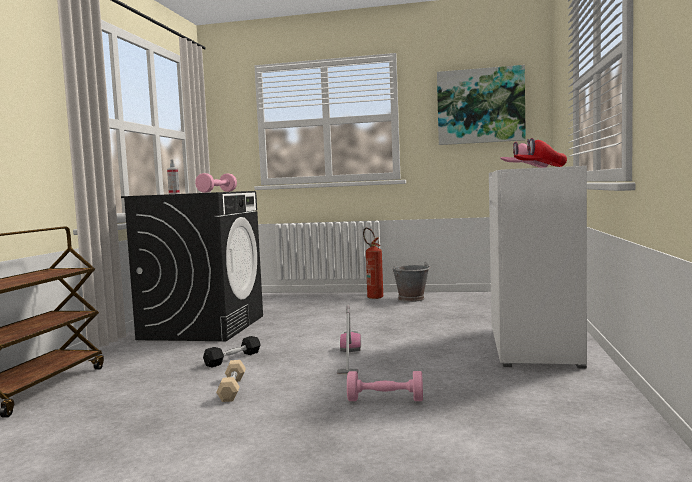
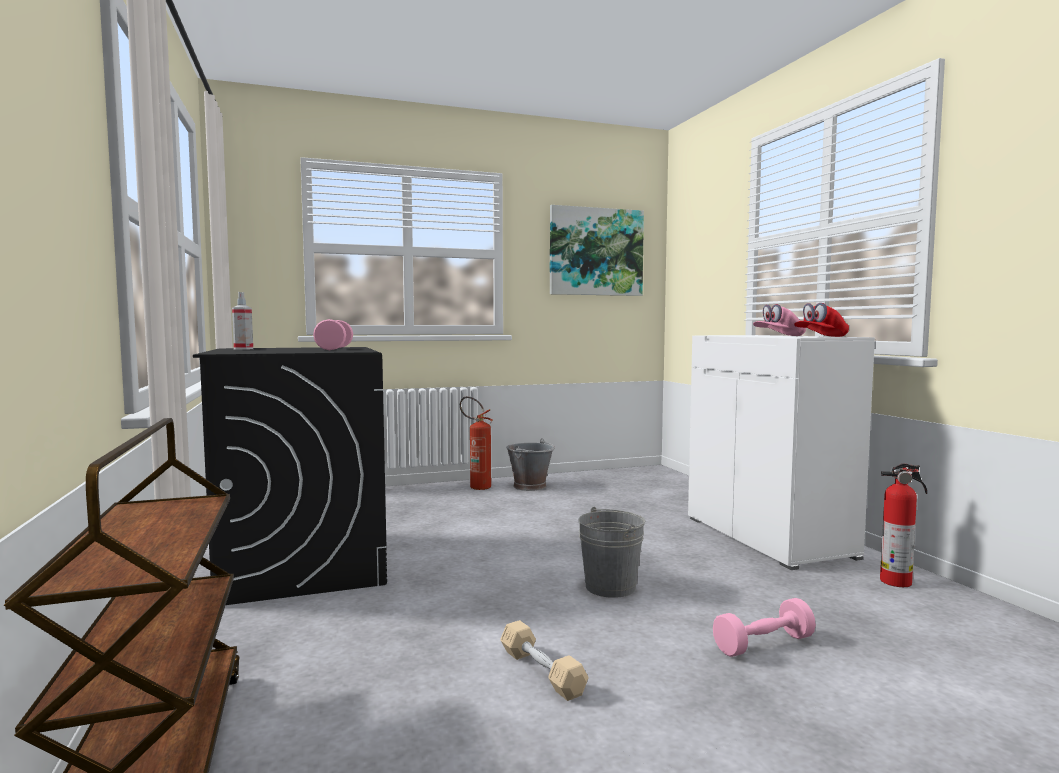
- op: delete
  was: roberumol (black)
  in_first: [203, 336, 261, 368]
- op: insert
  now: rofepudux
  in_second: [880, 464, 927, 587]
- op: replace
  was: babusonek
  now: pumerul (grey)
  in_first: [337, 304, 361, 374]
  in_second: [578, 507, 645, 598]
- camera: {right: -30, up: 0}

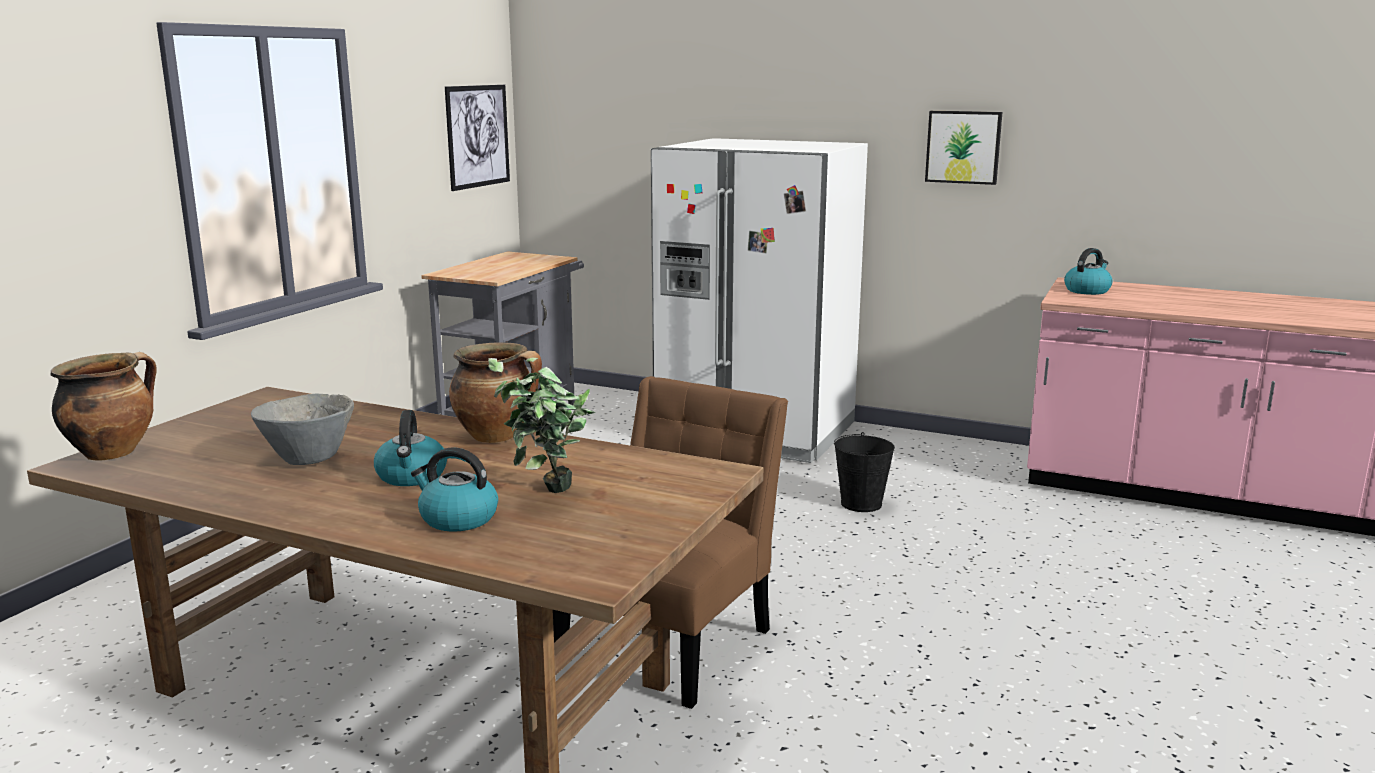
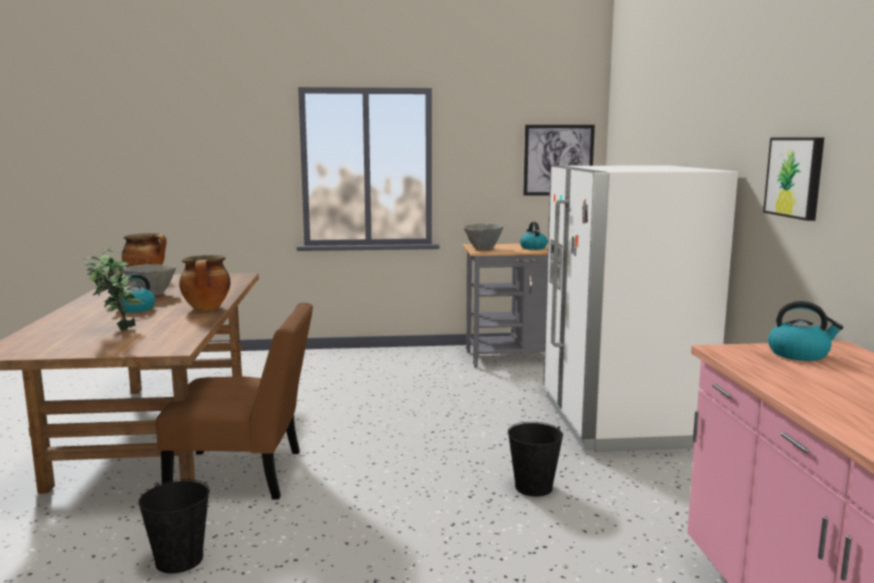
- op: insert
  now: pumerul (black)
  in_second: [138, 479, 210, 573]
- op: insert
  now: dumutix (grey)
  in_second: [463, 223, 503, 250]
- op: move
  was: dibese
  in_first: [411, 447, 498, 532]
  in_second: [520, 222, 548, 250]
- camera: {right: 60, up: -5}

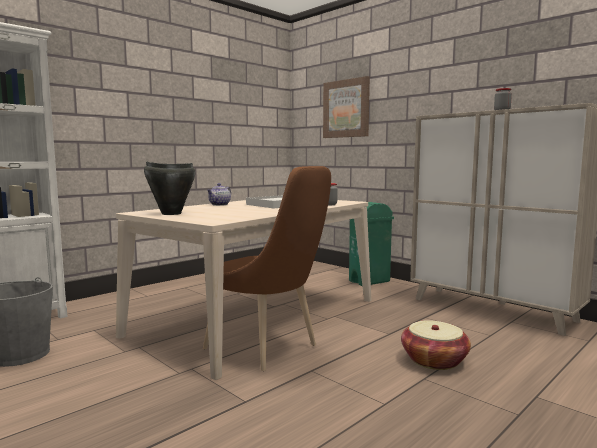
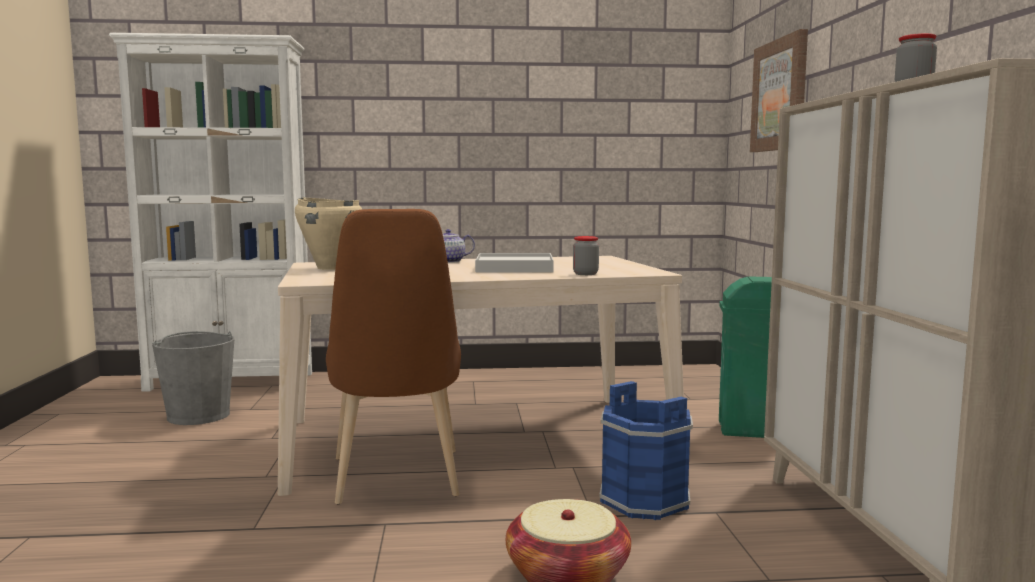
- op: insert
  now: pumerul (blue)
  in_second: [599, 381, 693, 520]
- op: recolor
  was: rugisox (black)
  now: rugisox (beige)
  in_first: [144, 162, 195, 215]
  in_second: [295, 197, 362, 270]
- camera: {right: 40, up: 0}

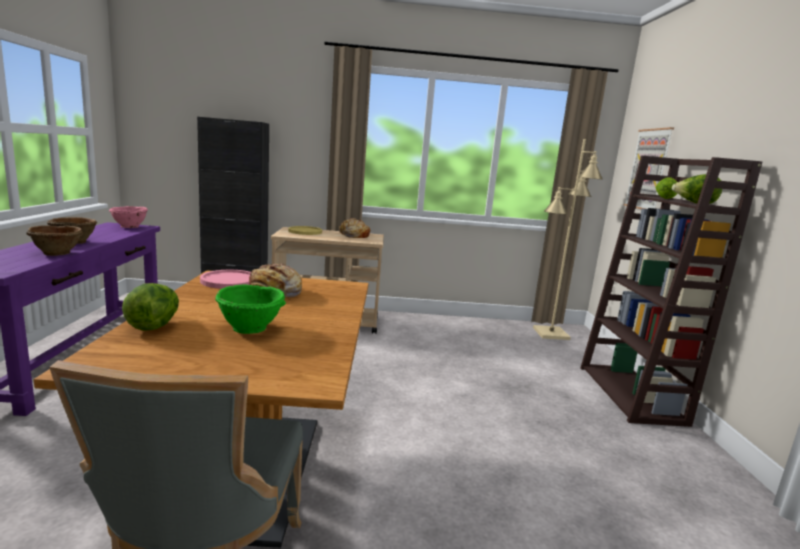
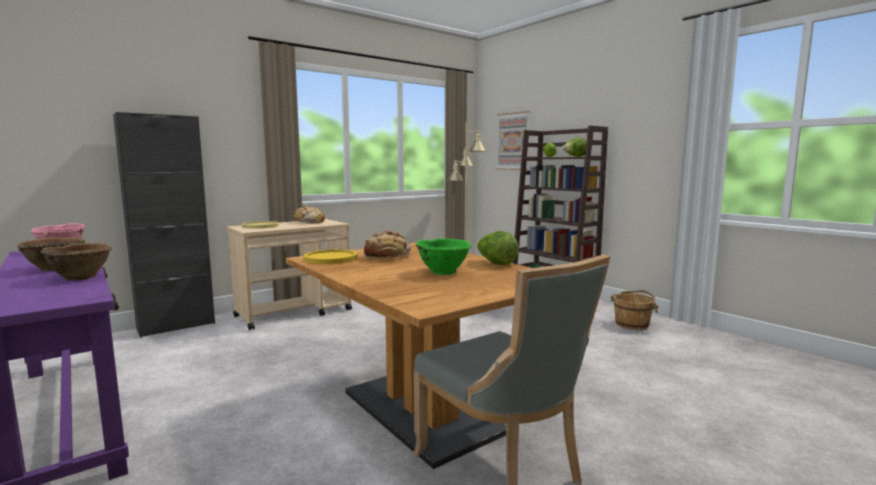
- op: insert
  now: pumerul (brown)
  in_second: [610, 290, 659, 330]
- op: move
  was: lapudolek
  in_first: [122, 283, 179, 331]
  in_second: [476, 231, 519, 265]
- op: recolor
  was: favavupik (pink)
  now: favavupik (yellow)
  in_first: [200, 270, 251, 289]
  in_second: [304, 250, 357, 264]
- camera: {right: -35, up: -5}

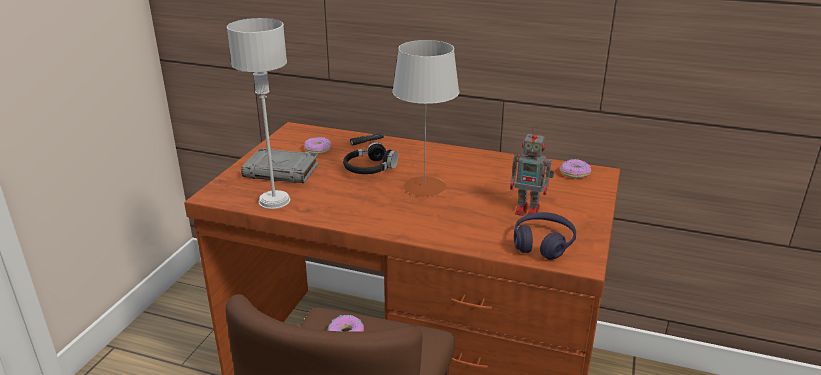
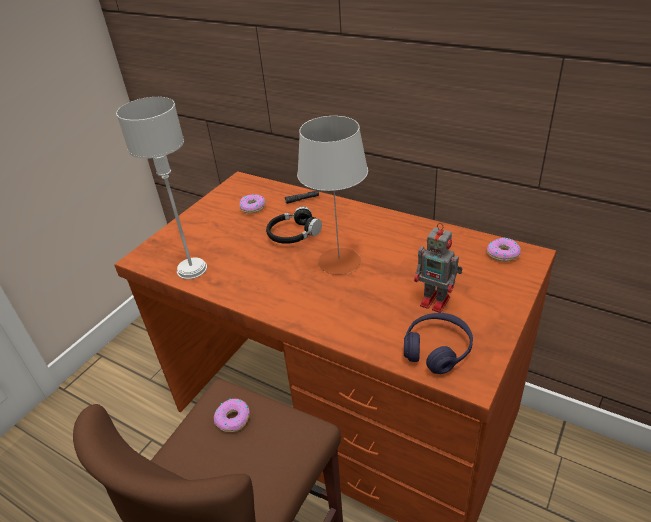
- op: delete
  was: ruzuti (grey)
  in_first: [241, 148, 319, 183]
- camera: {right: 15, up: 10}

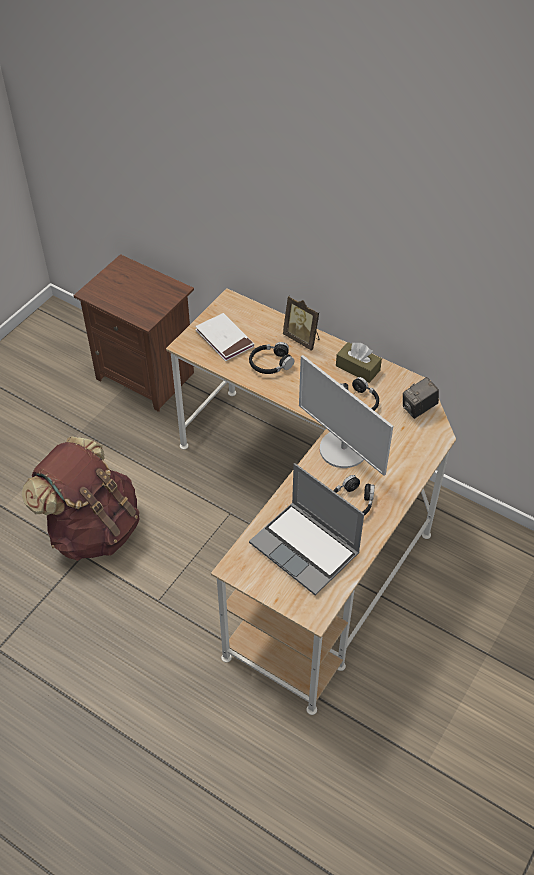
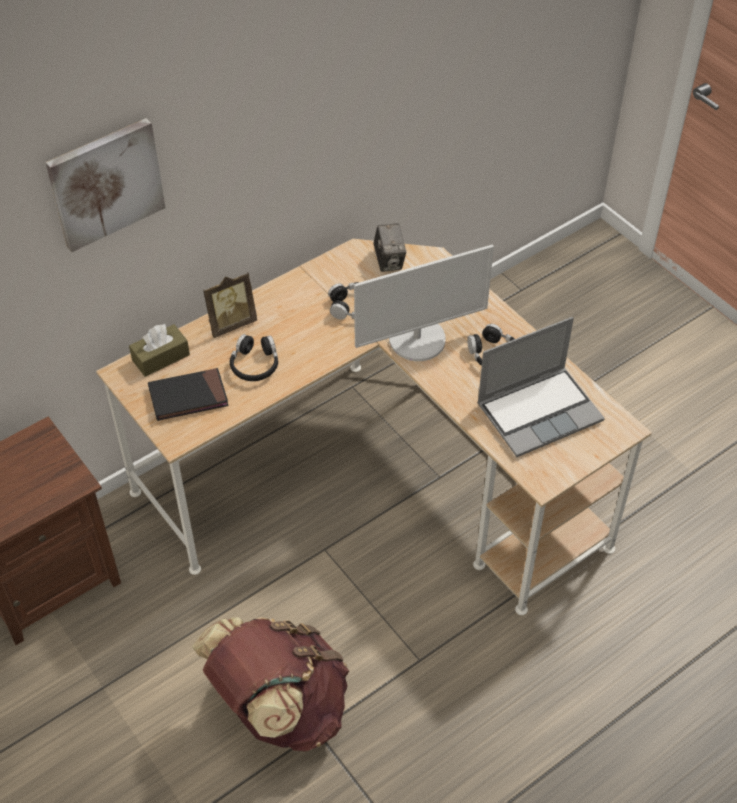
- op: insert
  now: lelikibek
  in_second: [46, 118, 166, 252]
- op: move
  was: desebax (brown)
  in_first: [336, 342, 382, 383]
  in_second: [129, 324, 190, 377]
- op: recolor
  was: ruzuti (white)
  now: ruzuti (black)
  in_first: [195, 313, 254, 361]
  in_second: [148, 368, 228, 421]
- camera: {right: -70, up: 0}

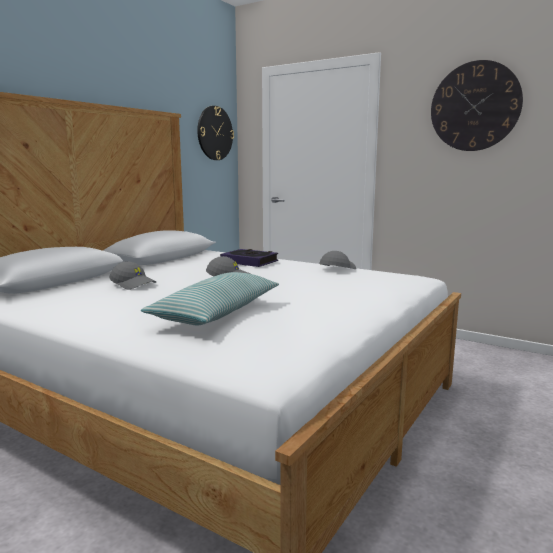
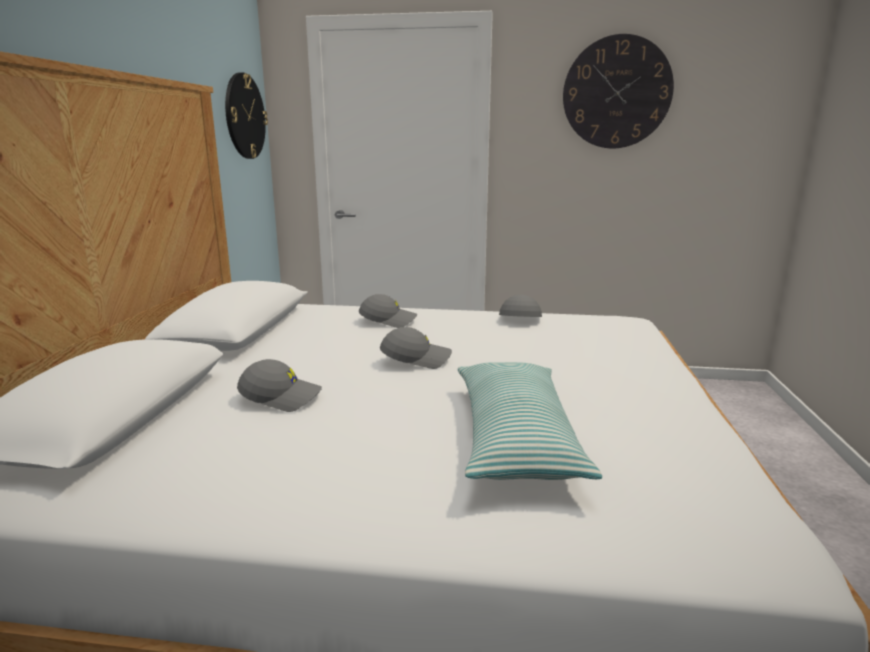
- op: replace
  was: ruzuti
  now: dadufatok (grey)
  in_first: [220, 249, 278, 267]
  in_second: [359, 294, 417, 328]
- camera: {right: -25, up: 5}

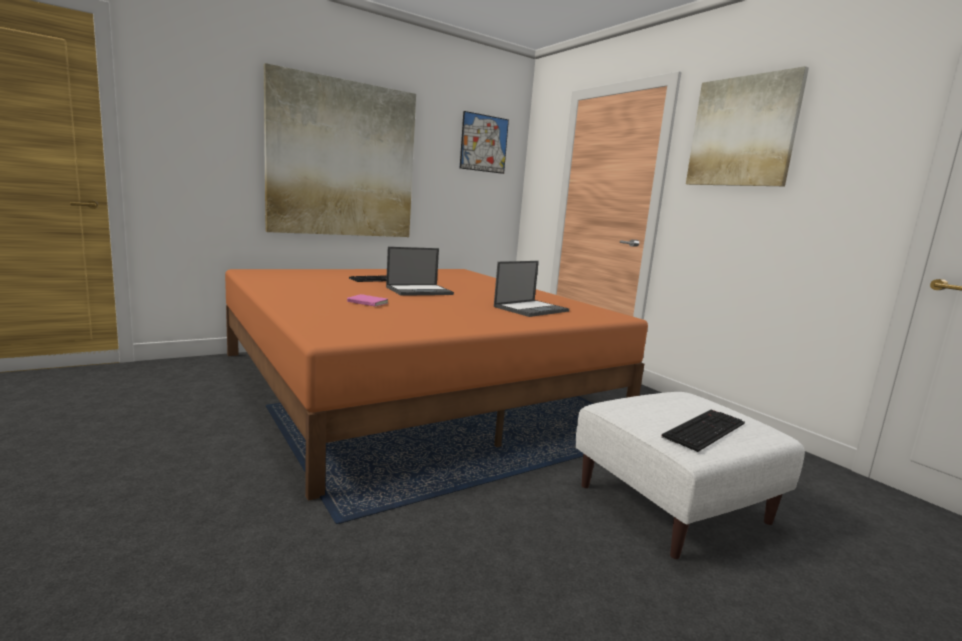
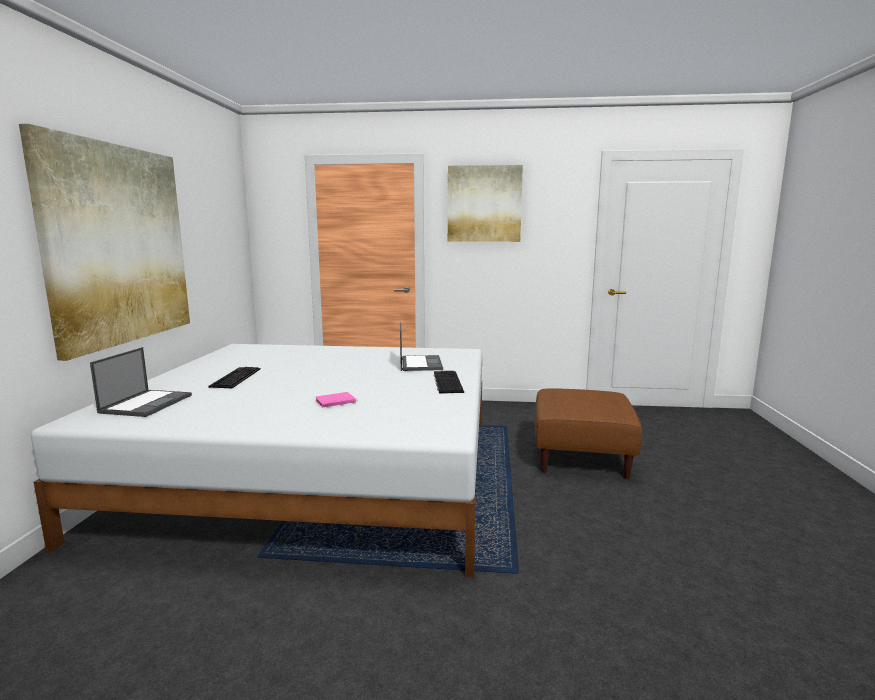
- op: delete
  was: lelikibek
  in_first: [460, 111, 509, 174]
- op: move
  was: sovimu
  in_first: [386, 247, 454, 296]
  in_second: [90, 347, 192, 417]
- op: move
  was: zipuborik
  in_first: [661, 410, 745, 452]
  in_second: [434, 371, 464, 394]
- op: recolor
  was: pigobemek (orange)
  now: pigobemek (white)
  in_first: [225, 269, 648, 501]
  in_second: [31, 344, 482, 578]
- op: recolor
  was: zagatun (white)
  now: zagatun (brown)
  in_first: [576, 392, 805, 559]
  in_second: [535, 388, 642, 479]
- camera: {right: -50, up: 0}

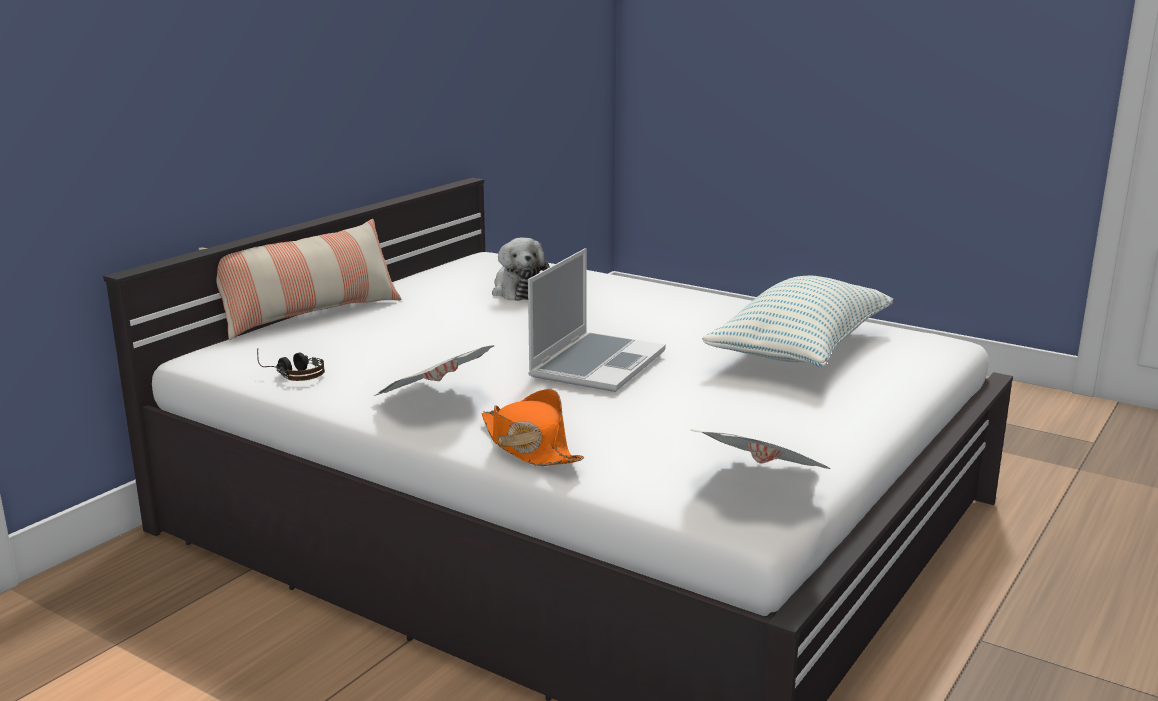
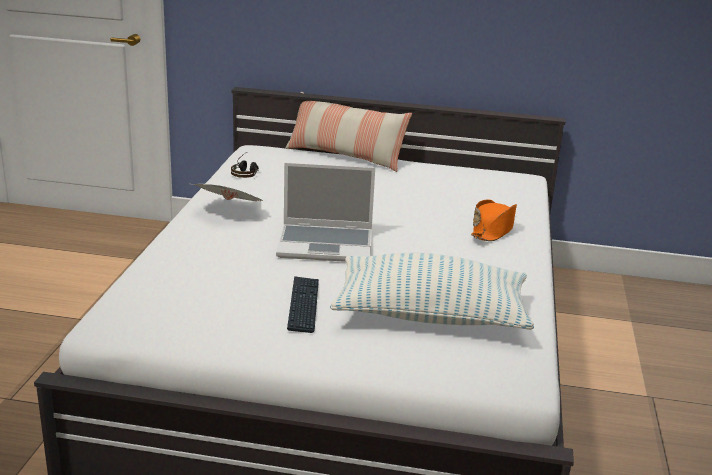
- op: delete
  was: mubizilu
  in_first: [492, 237, 550, 301]
- op: delete
  was: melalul
  in_first: [690, 429, 830, 470]
- op: insert
  now: zipuborik
  in_second: [287, 276, 319, 333]
- op: move
  was: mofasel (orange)
  in_first: [481, 389, 584, 466]
  in_second: [471, 199, 517, 241]
- camera: {right: 65, up: 5}

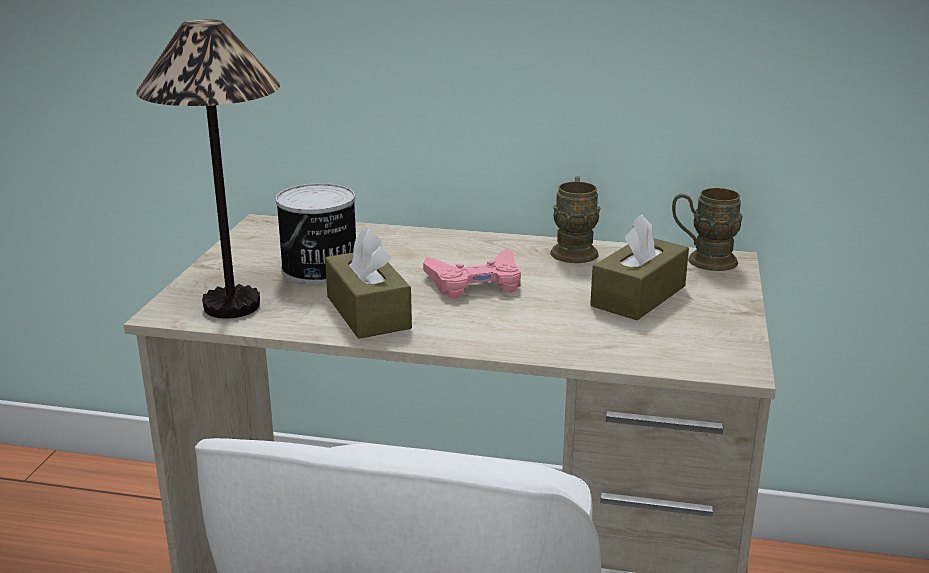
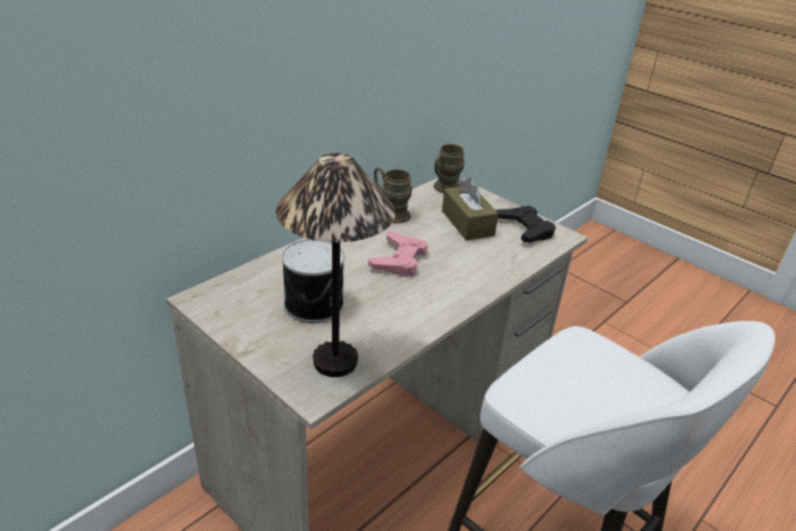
- op: delete
  was: desebax (brown)
  in_first: [325, 229, 412, 339]
- op: insert
  now: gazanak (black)
  in_second: [496, 205, 556, 243]
- camera: {right: -60, up: 10}

